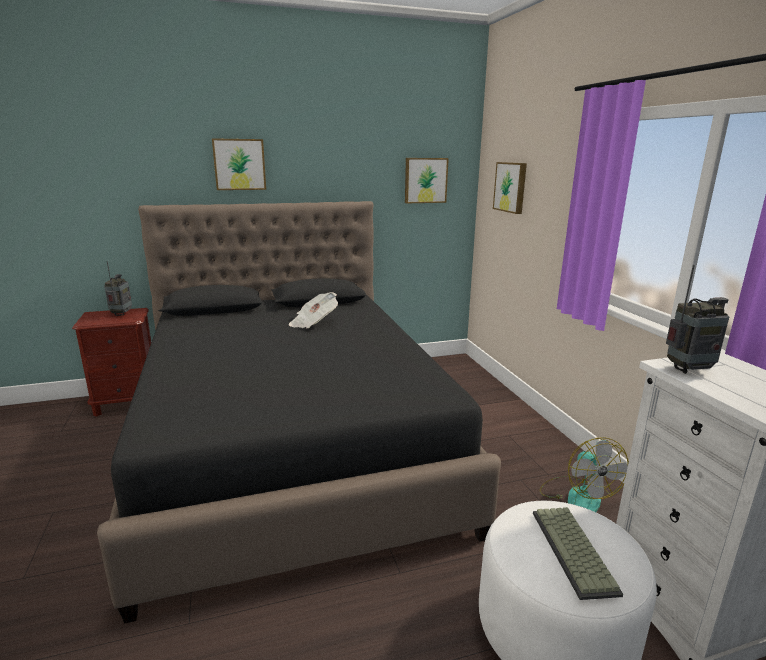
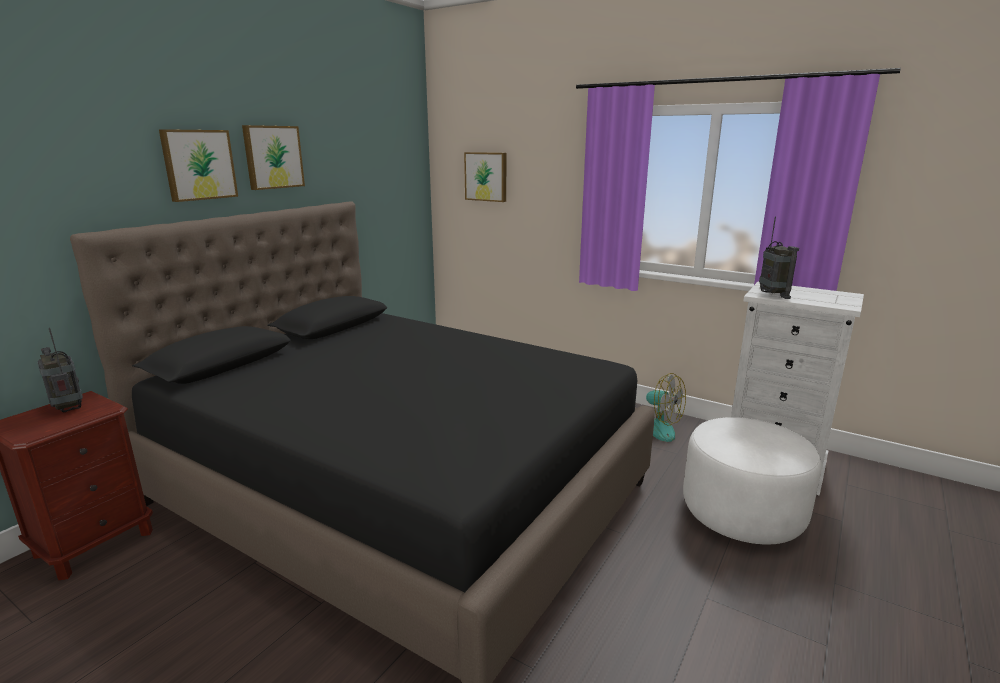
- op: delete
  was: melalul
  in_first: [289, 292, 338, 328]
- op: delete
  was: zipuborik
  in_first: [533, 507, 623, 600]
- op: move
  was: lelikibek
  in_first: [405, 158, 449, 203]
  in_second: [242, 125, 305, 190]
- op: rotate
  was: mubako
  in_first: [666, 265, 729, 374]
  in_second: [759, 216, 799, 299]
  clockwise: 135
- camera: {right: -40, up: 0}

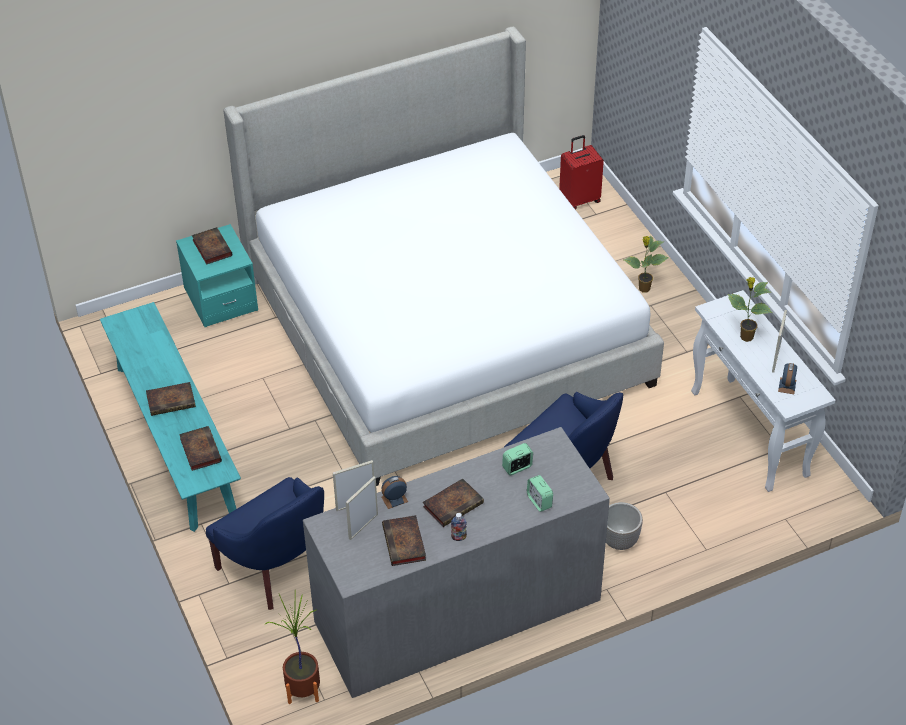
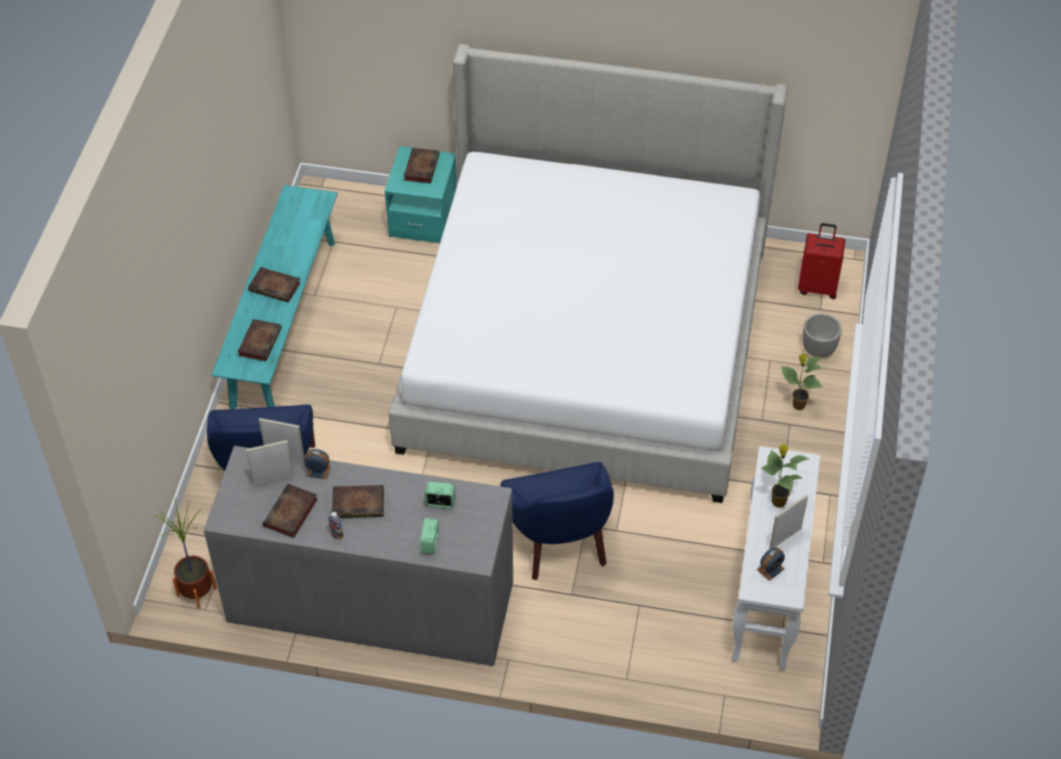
- op: move
  was: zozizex
  in_first: [606, 502, 643, 550]
  in_second: [803, 313, 842, 358]
- camera: {right: 35, up: 5}

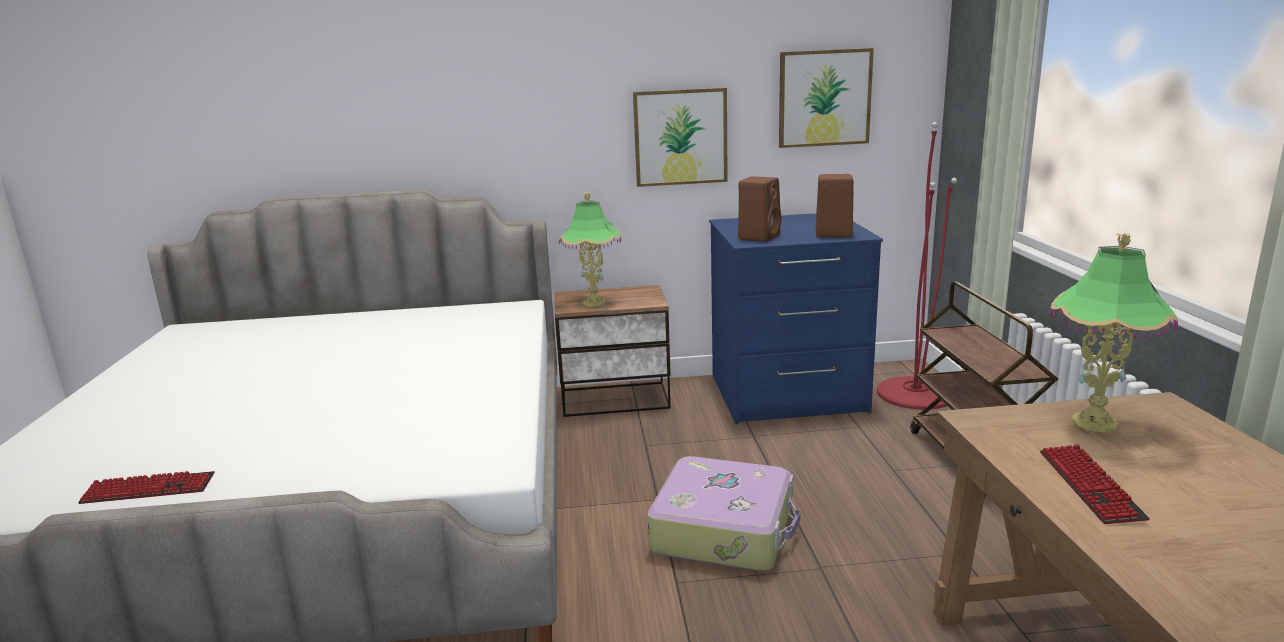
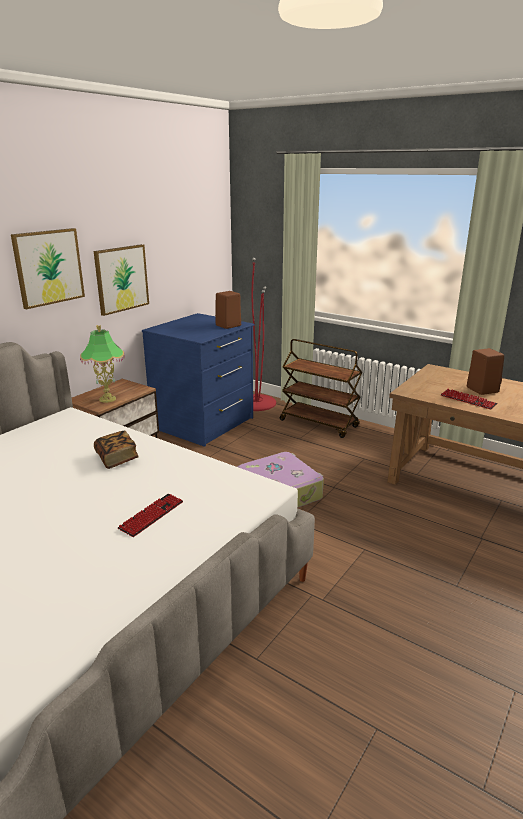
- op: delete
  was: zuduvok
  in_first: [1049, 233, 1178, 433]
- op: insert
  now: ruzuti
  in_second: [94, 430, 139, 469]
- op: move
  was: zipuborik
  in_first: [78, 471, 214, 504]
  in_second: [118, 494, 183, 537]
- op: move
  was: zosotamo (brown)
  in_first: [738, 176, 781, 242]
  in_second: [467, 348, 504, 395]
- op: move
  was: lelikibek
  in_first: [779, 48, 874, 148]
  in_second: [11, 228, 85, 309]
- camera: {right: -50, up: 5}

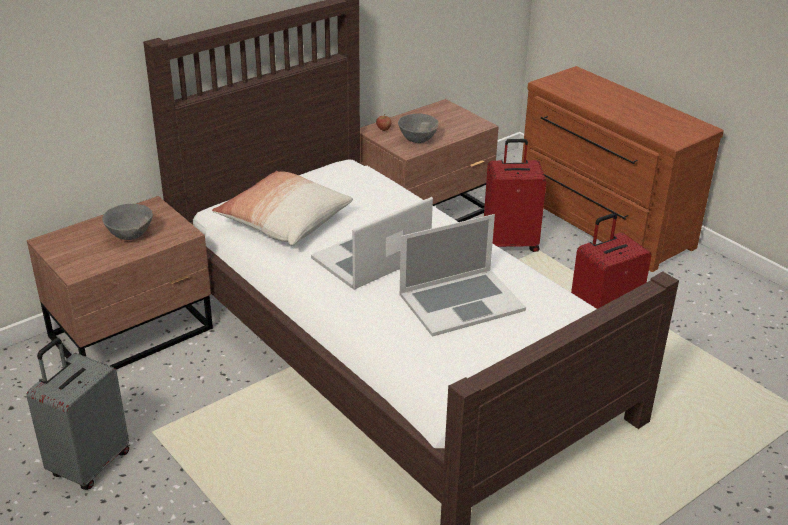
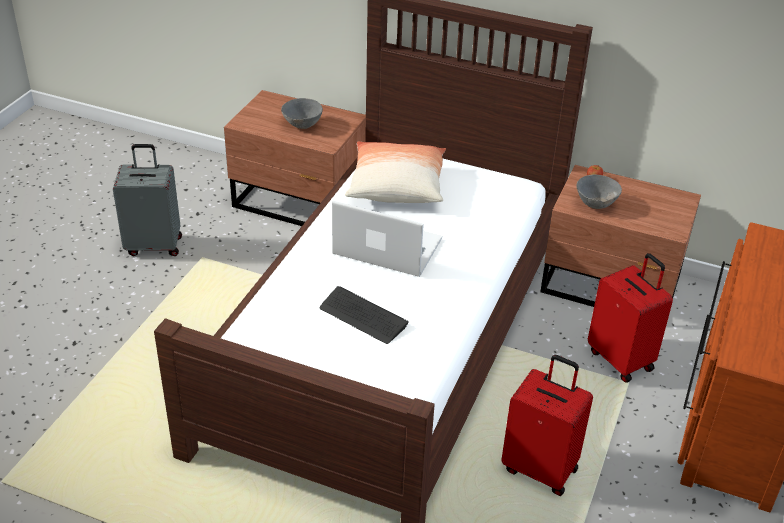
- op: replace
  was: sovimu
  now: zipuborik
  in_first: [400, 214, 526, 337]
  in_second: [320, 286, 409, 344]
- camera: {right: 60, up: 5}

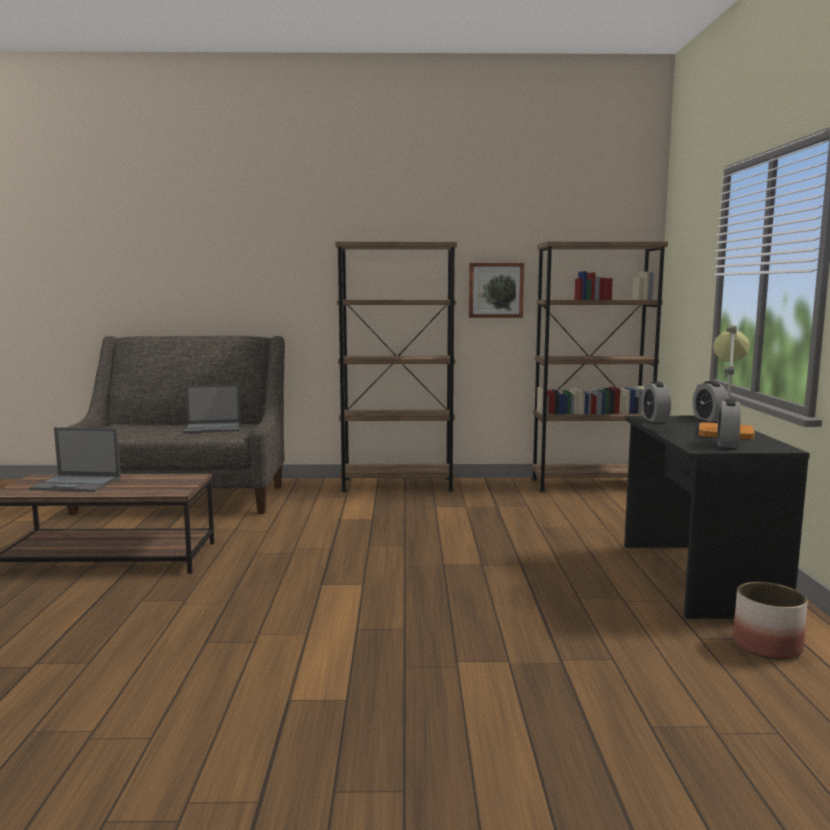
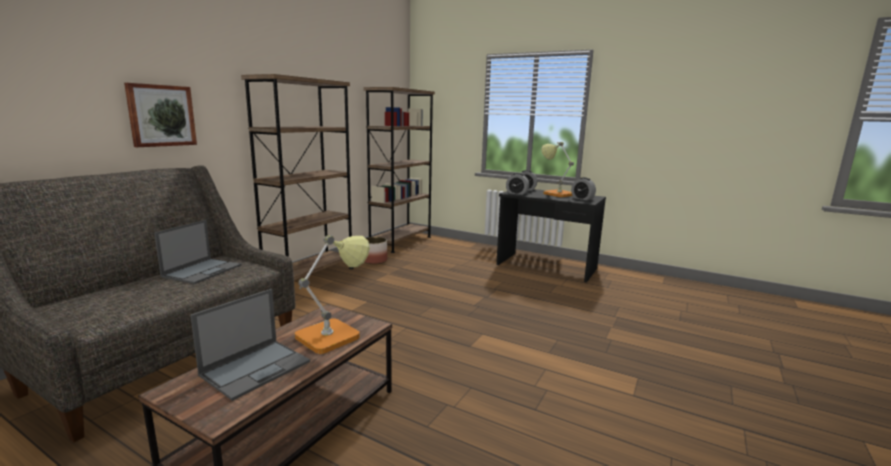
- op: insert
  now: zuduvok
  in_second: [295, 235, 370, 354]
- op: move
  was: lelikibek
  in_first: [469, 263, 524, 318]
  in_second: [124, 83, 197, 147]
- op: move
  was: zozizex
  in_first: [733, 582, 808, 660]
  in_second: [365, 237, 387, 264]
- camera: {right: -60, up: 5}

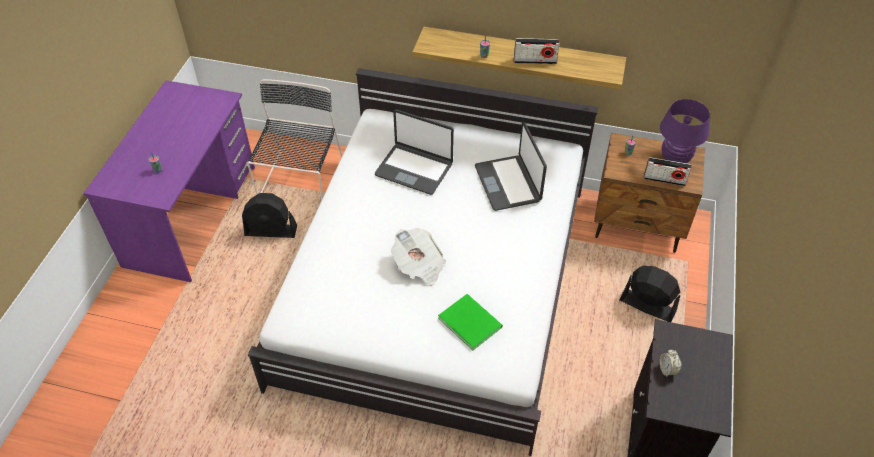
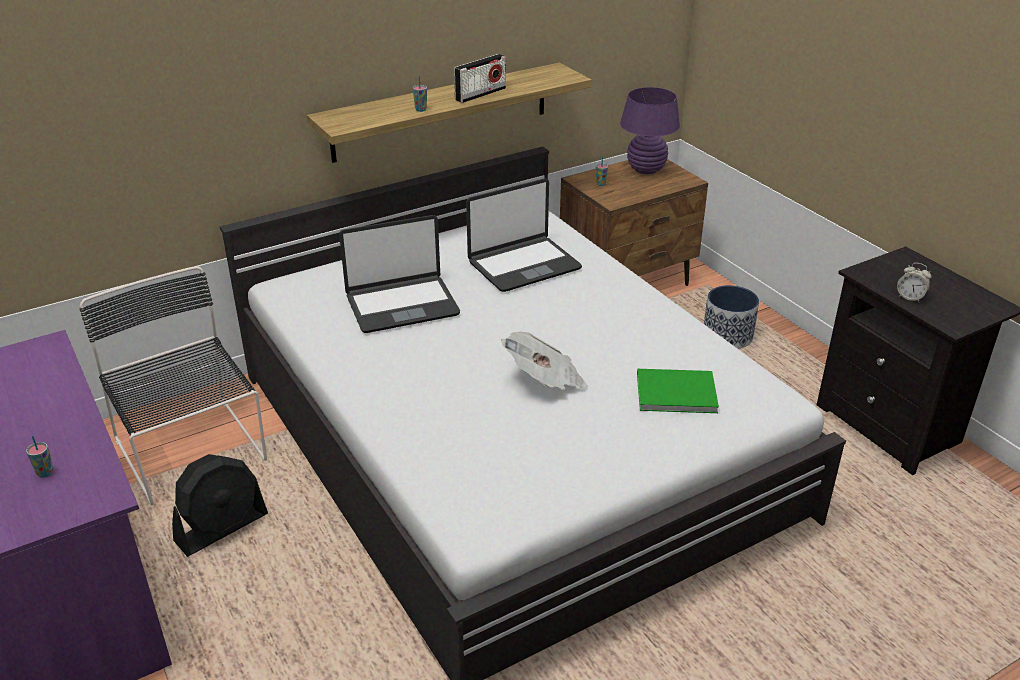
- op: delete
  was: mubako
  in_first: [644, 157, 691, 186]
- op: replace
  was: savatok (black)
  now: zozizex
  in_first: [619, 266, 680, 322]
  in_second: [704, 285, 759, 349]
- op: rotate
  was: sovimu
  in_first: [475, 122, 547, 211]
  in_second: [466, 179, 582, 292]
  clockwise: -60
- camera: {right: -45, up: -15}

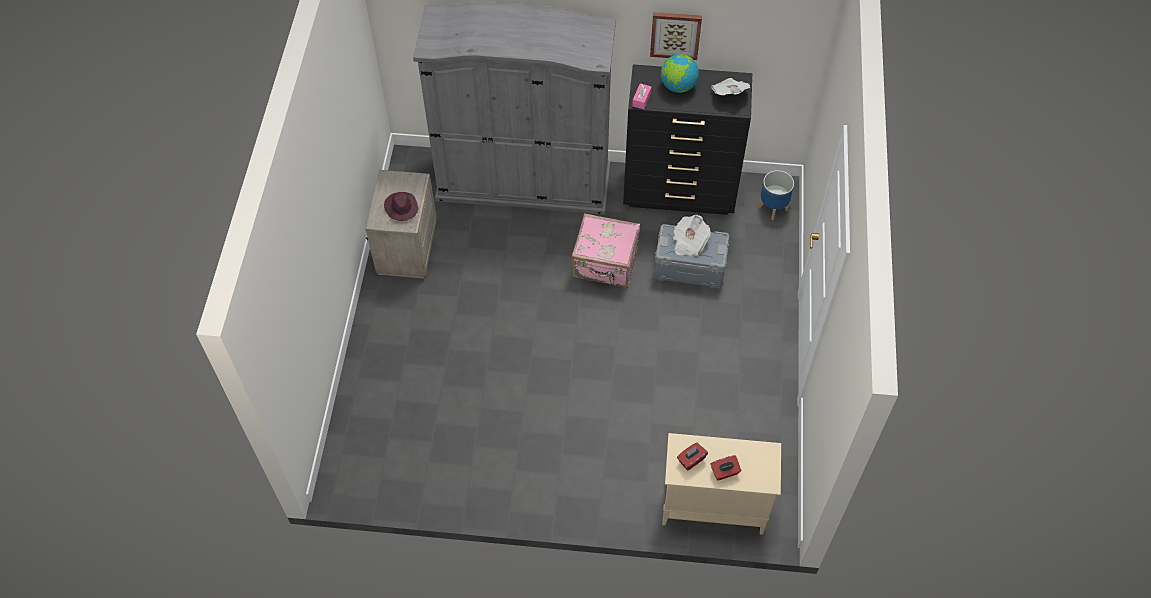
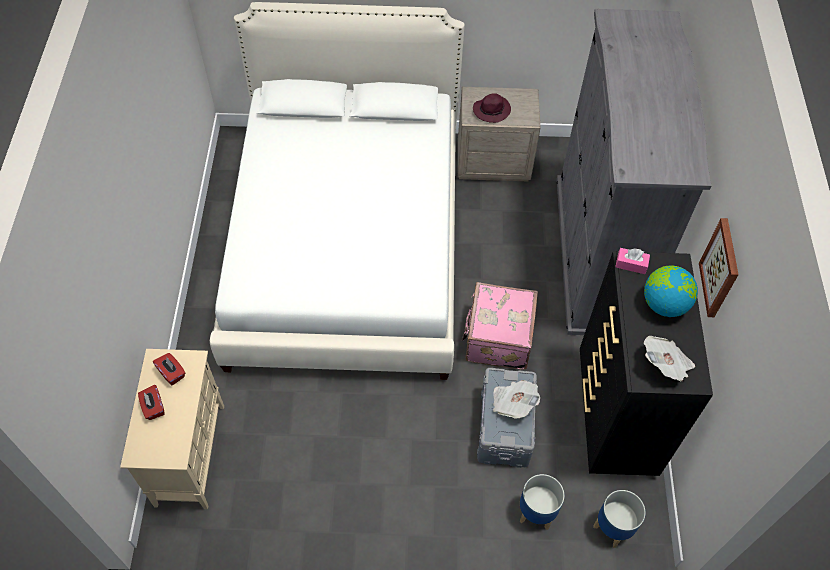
- op: insert
  now: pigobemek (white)
  in_second: [210, 2, 465, 380]
- op: insert
  now: zozizex
  in_second: [520, 474, 564, 530]
- camera: {right: 85, up: 0}

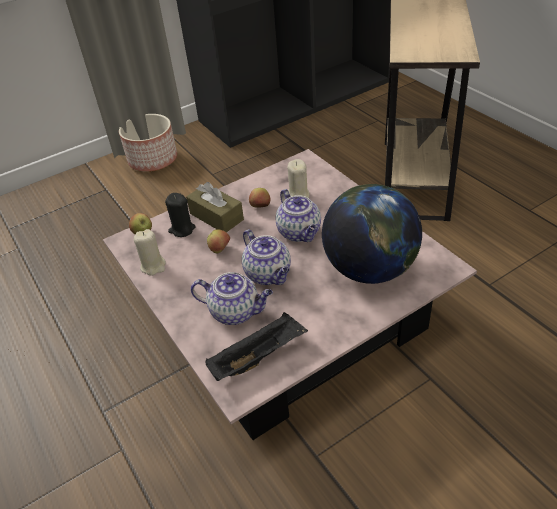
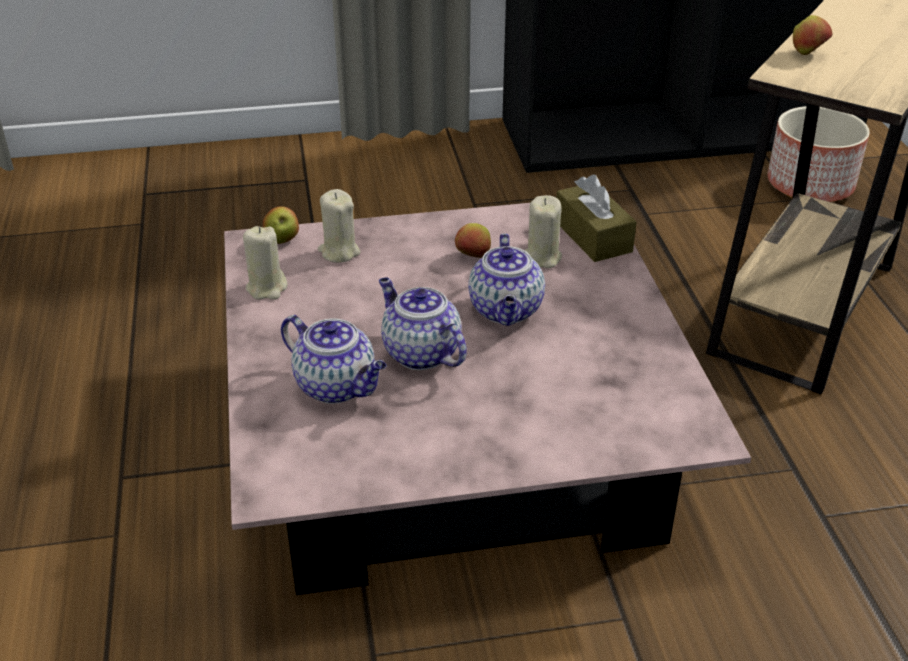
- op: delete
  was: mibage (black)
  in_first: [206, 312, 308, 381]
- op: delete
  was: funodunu
  in_first: [322, 184, 422, 284]
- op: move
  was: zozizex
  in_first: [119, 114, 177, 172]
  in_second: [768, 106, 870, 202]
- op: move
  was: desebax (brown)
  in_first: [186, 182, 244, 232]
  in_second: [556, 174, 637, 262]
- op: move
  was: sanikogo
  in_first: [207, 229, 230, 253]
  in_second: [793, 15, 832, 55]
- op: recolor
  was: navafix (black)
  now: navafix (beige)
  in_first: [165, 193, 196, 237]
  in_second: [318, 189, 360, 263]
- op: rotate
  was: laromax
  in_first: [242, 229, 291, 285]
  in_second: [379, 277, 467, 370]
  clockwise: 150
- camera: {right: 20, up: -5}

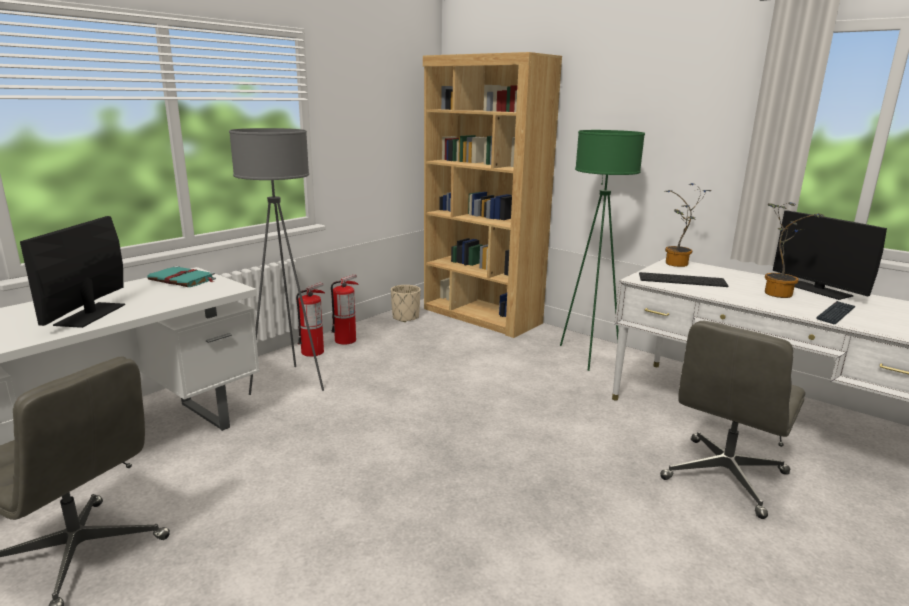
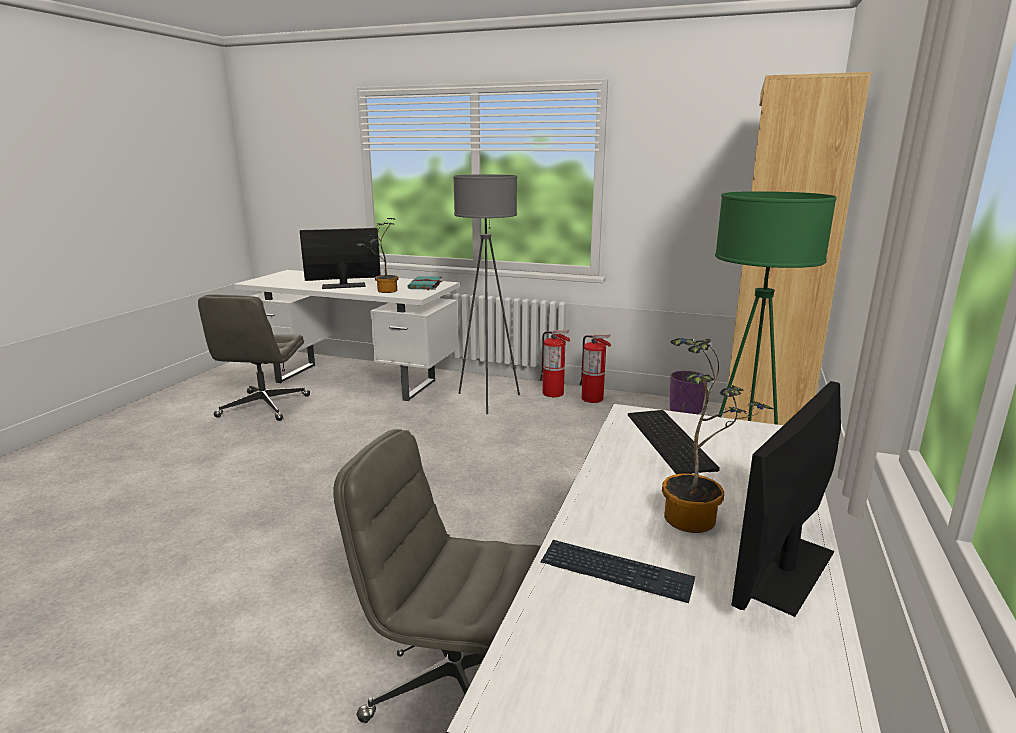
- op: move
  was: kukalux
  in_first: [664, 183, 711, 267]
  in_second: [357, 218, 399, 293]
- op: recolor
  was: zozizex (beige)
  now: zozizex (purple)
  in_first: [391, 285, 421, 322]
  in_second: [670, 371, 707, 414]
- camera: {right: 70, up: 0}

